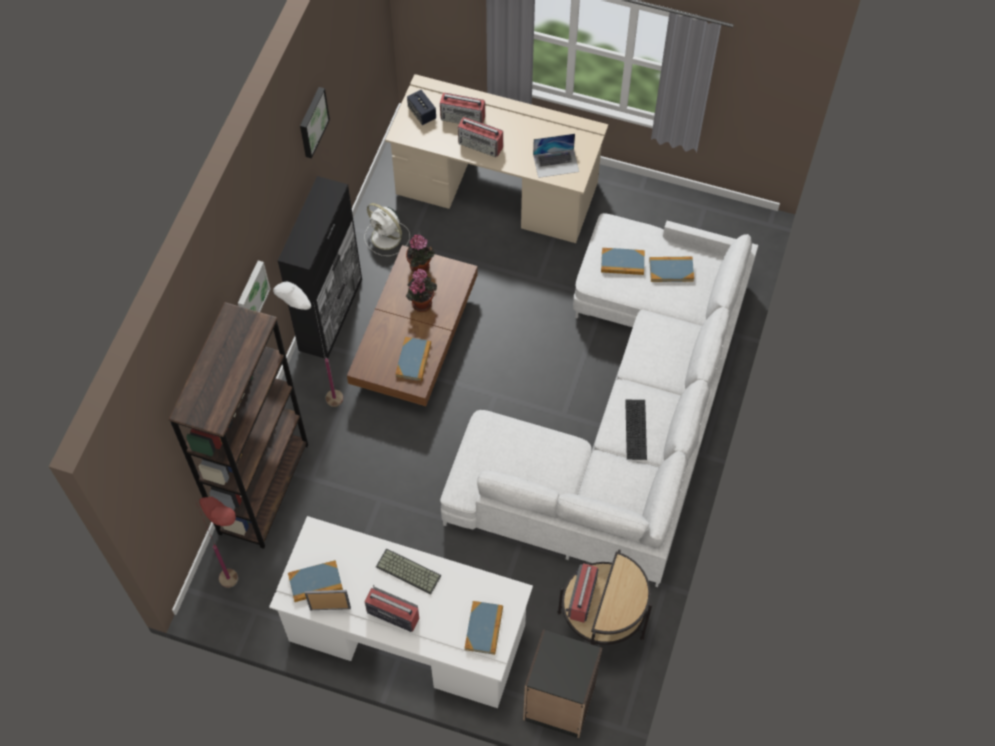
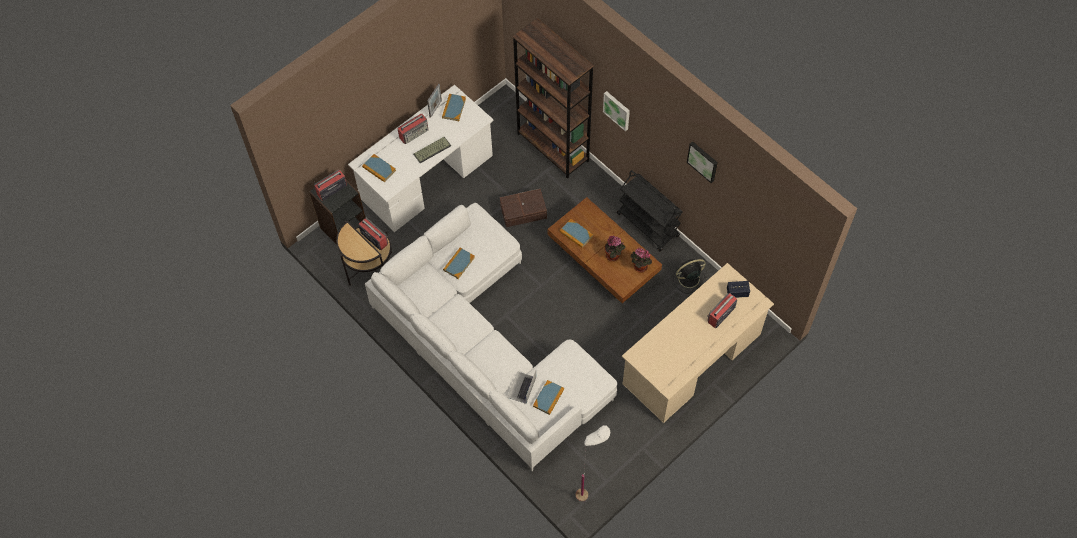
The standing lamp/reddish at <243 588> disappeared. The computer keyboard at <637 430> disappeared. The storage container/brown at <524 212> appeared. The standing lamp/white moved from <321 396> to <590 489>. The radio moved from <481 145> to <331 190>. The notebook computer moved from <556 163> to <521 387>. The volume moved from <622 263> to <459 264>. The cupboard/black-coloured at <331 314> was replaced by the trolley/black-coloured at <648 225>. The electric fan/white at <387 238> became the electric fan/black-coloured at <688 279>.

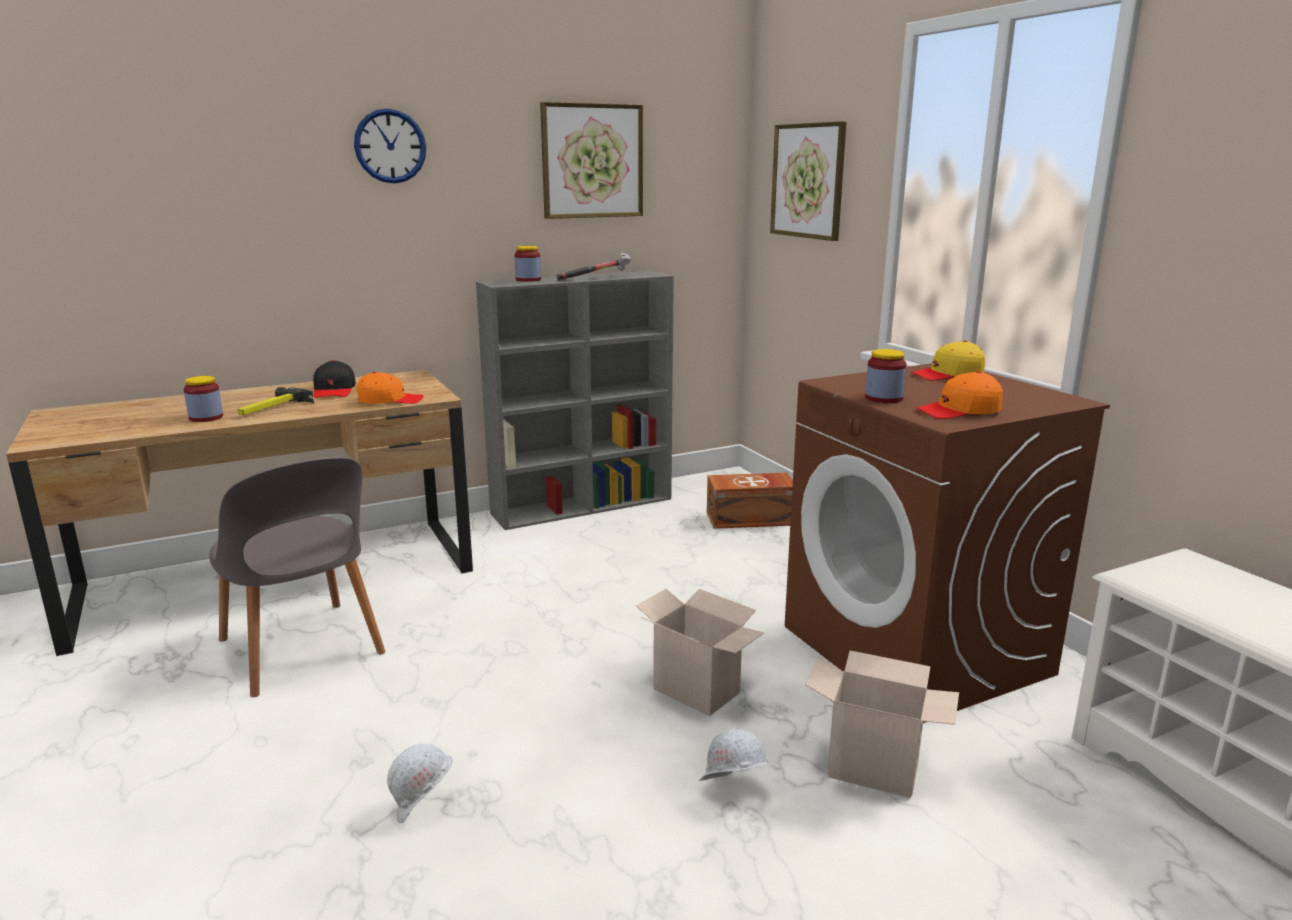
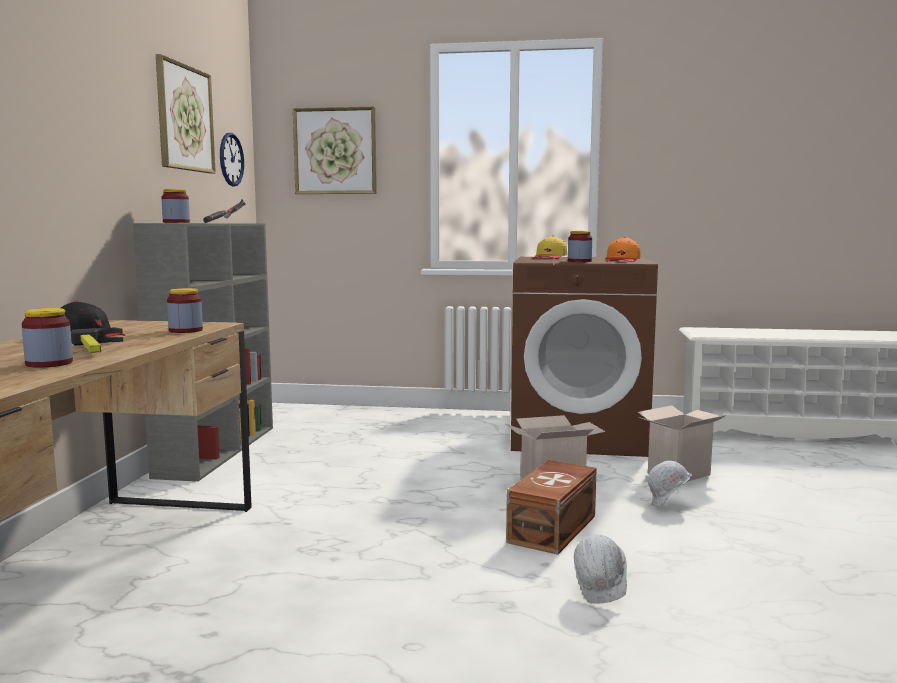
The plain chair/greyish at <302 650> disappeared. The hanging clock moved from <390 146> to <231 159>. The storage container/brown moved from <751 519> to <554 528>. The cap/orange-coloured at <390 400> was replaced by the preserve jar at <185 330>.

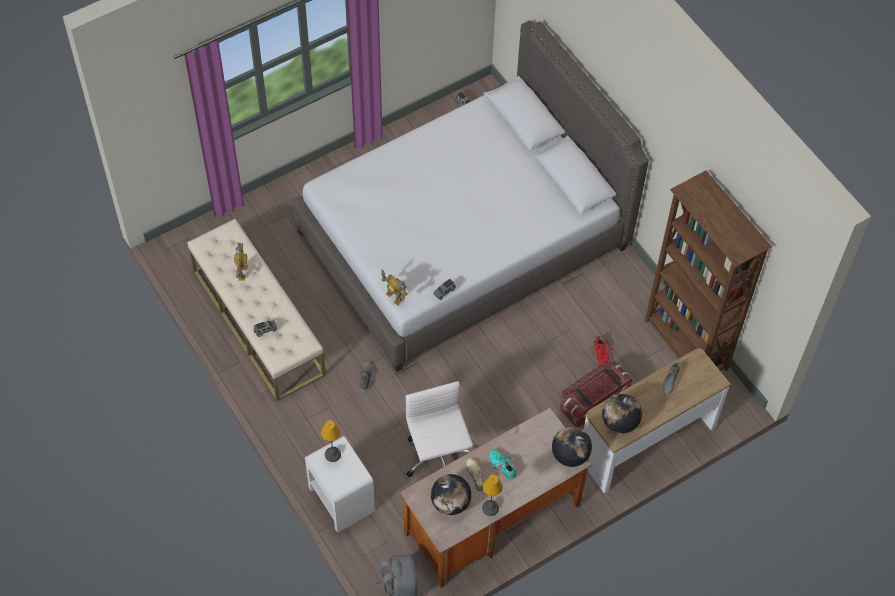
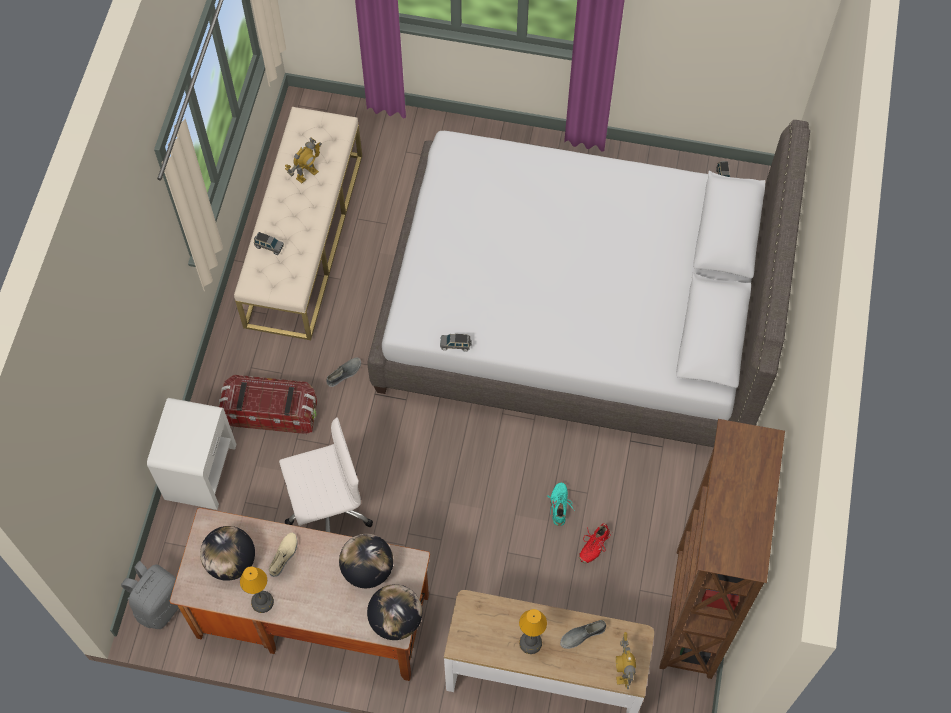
The tabletop lamp moved from <333 454> to <531 643>. The model robot moved from <394 297> to <622 671>. The shoe/turquoise moved from <502 465> to <560 505>. The storage container moved from <593 400> to <271 412>. The world globe moved from <620 422> to <368 569>. The desk chair/white at <438 458> turned 45 degrees clockwise.

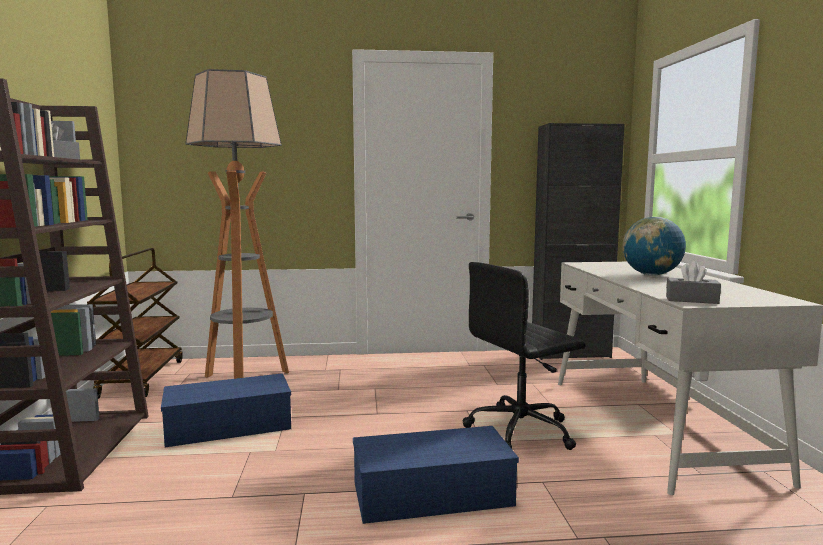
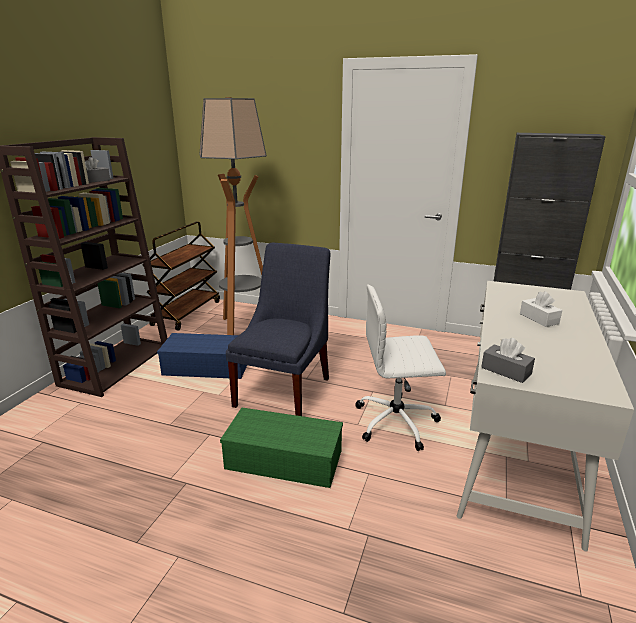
The plain chair/blue at <285 389> appeared. The world globe at <651 275> was replaced by the tissue box/white at <539 319>. The storage container/blue at <434 493> became the storage container/green-coloured at <286 459>. The desk chair/black-coloured at <522 430> became the desk chair/white at <397 422>.

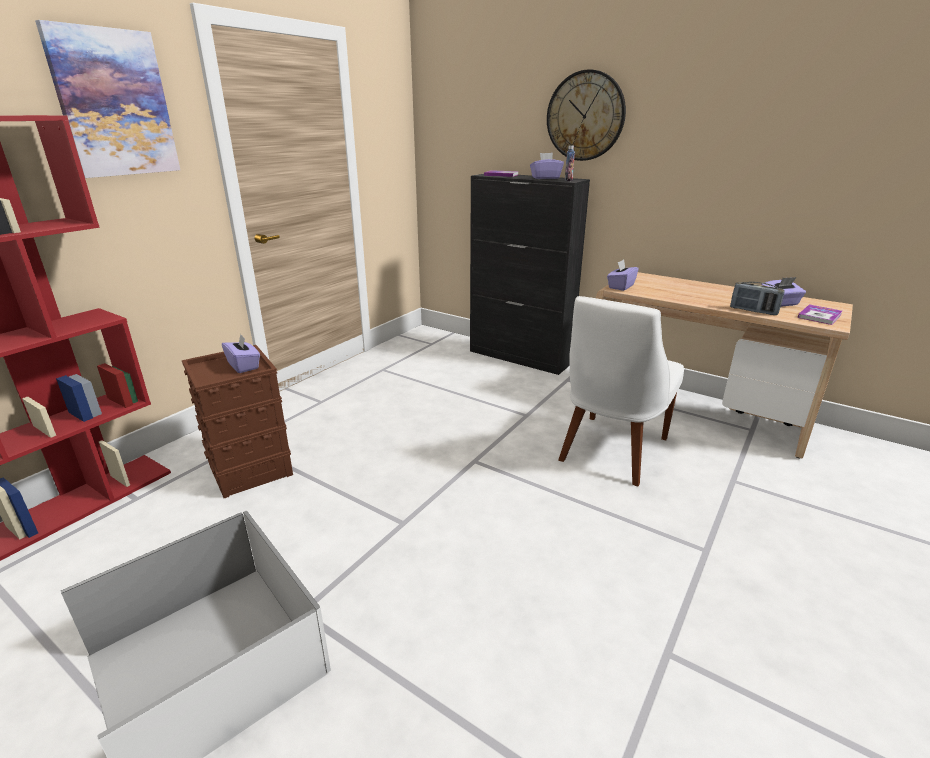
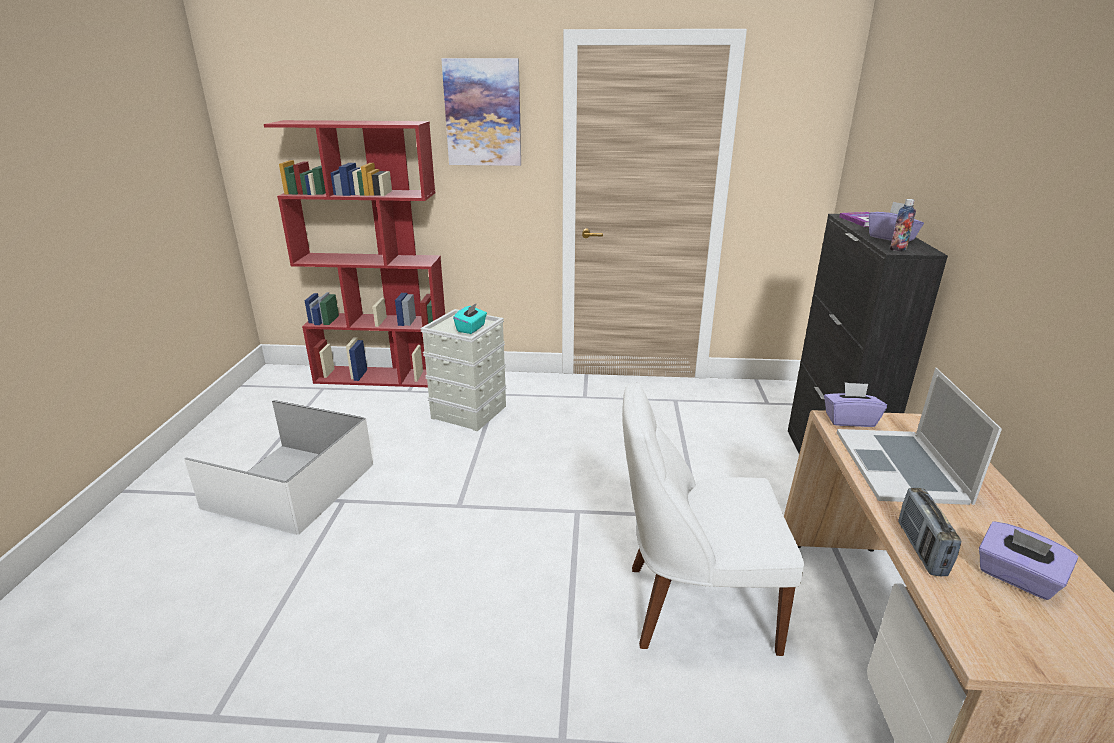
The hanging clock at <585 116> disappeared. The volume at <819 316> disappeared. The notebook computer at <901 466> appeared. The storage container/brown at <251 469> became the storage container/greyish at <470 412>. The tissue box/purple at <244 366> became the tissue box/turquoise at <471 328>.

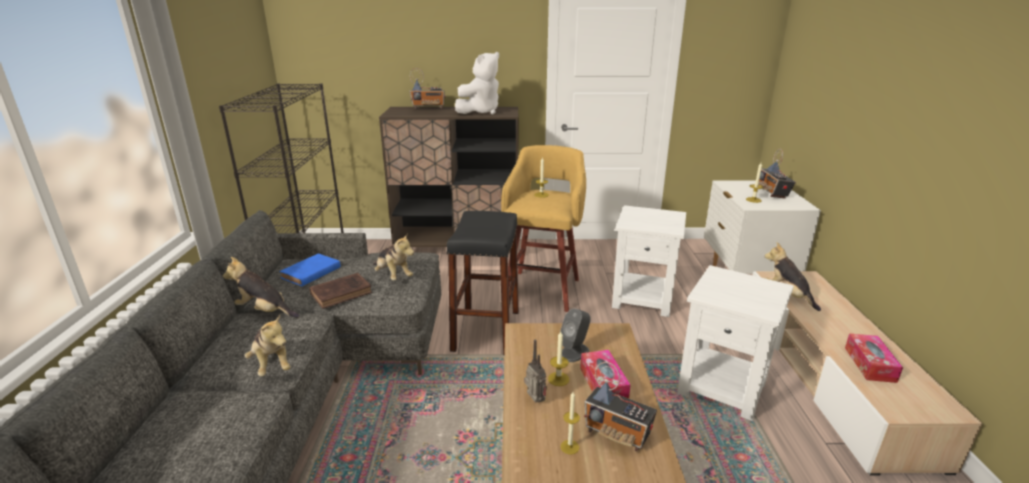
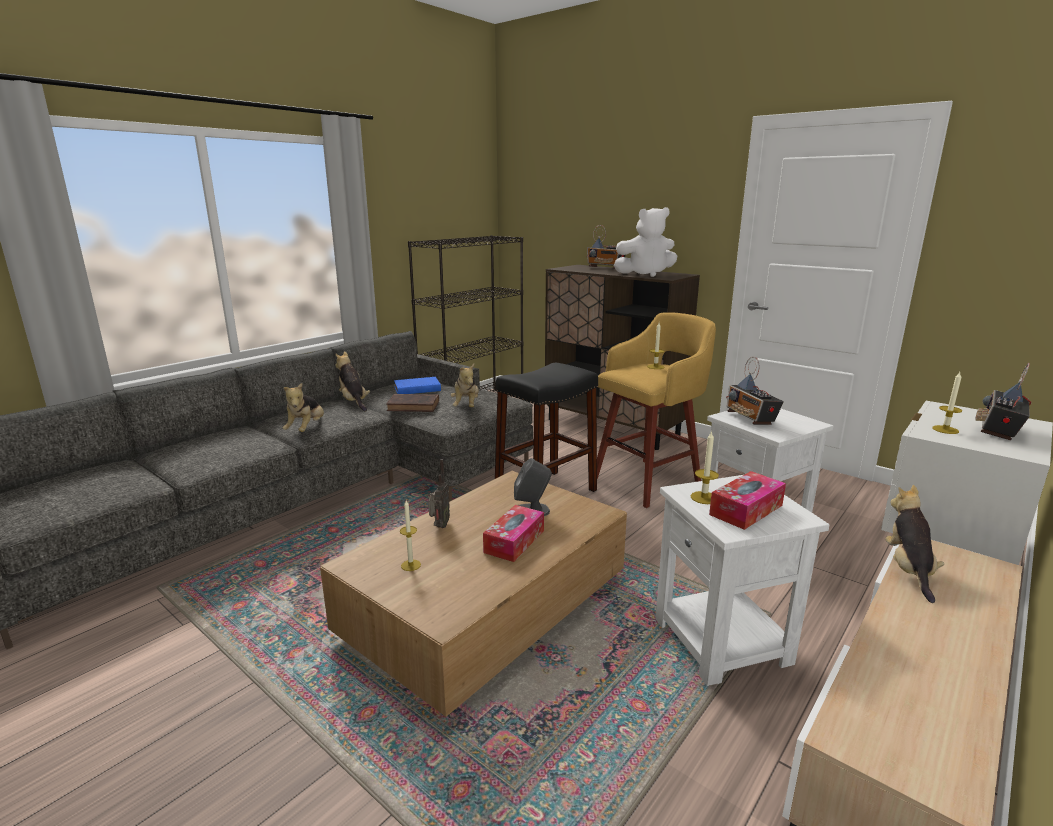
The candle moved from <558 379> to <704 498>. The radio moved from <618 433> to <750 419>. The tissue box moved from <869 364> to <746 510>.

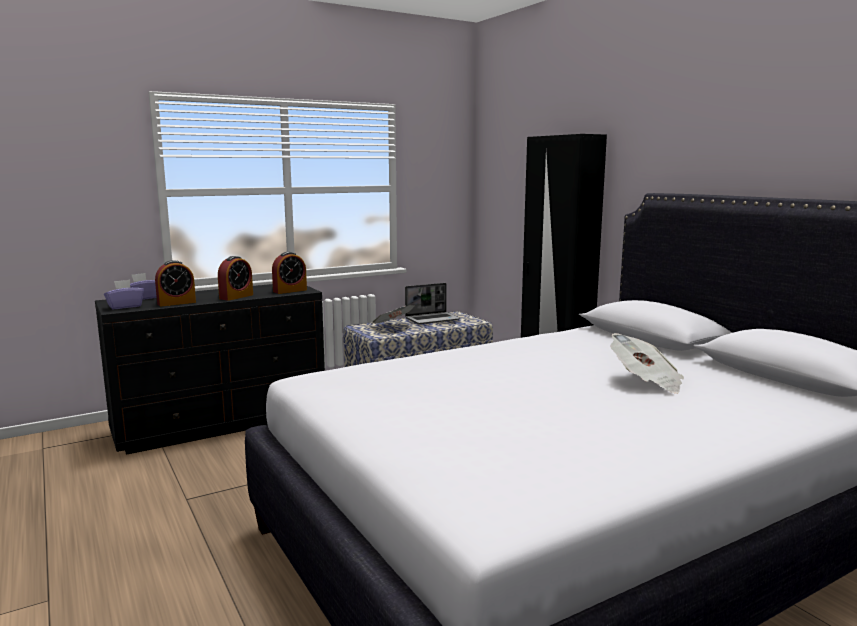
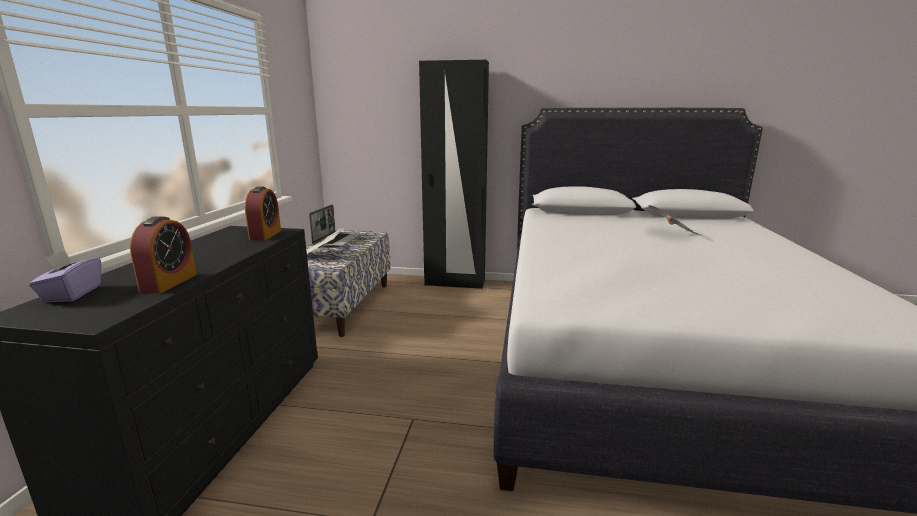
The tissue box/purple at <125 306> disappeared. The table clock at <236 297> disappeared.

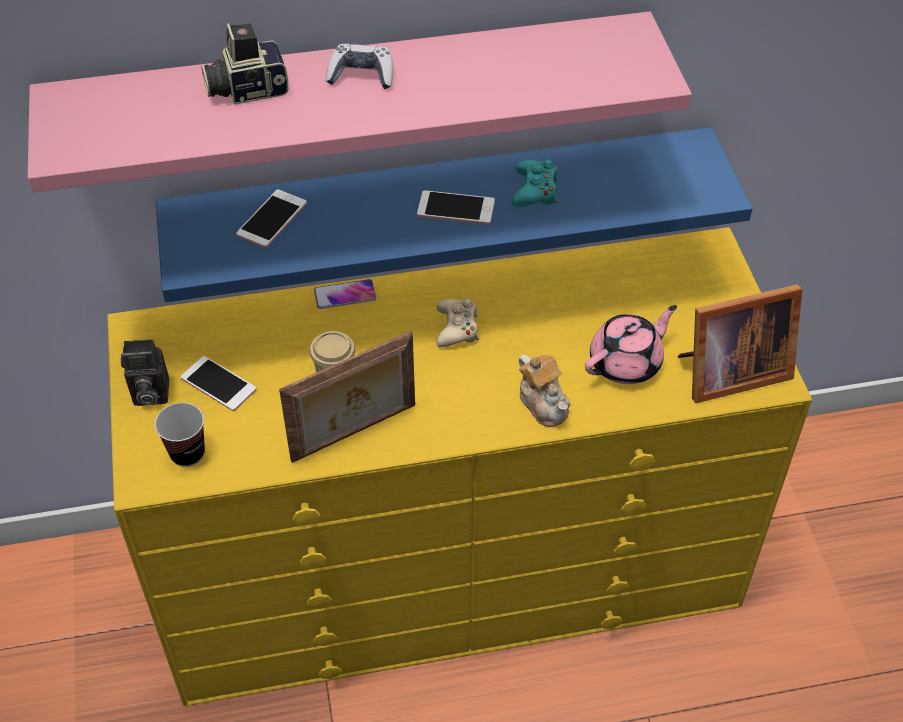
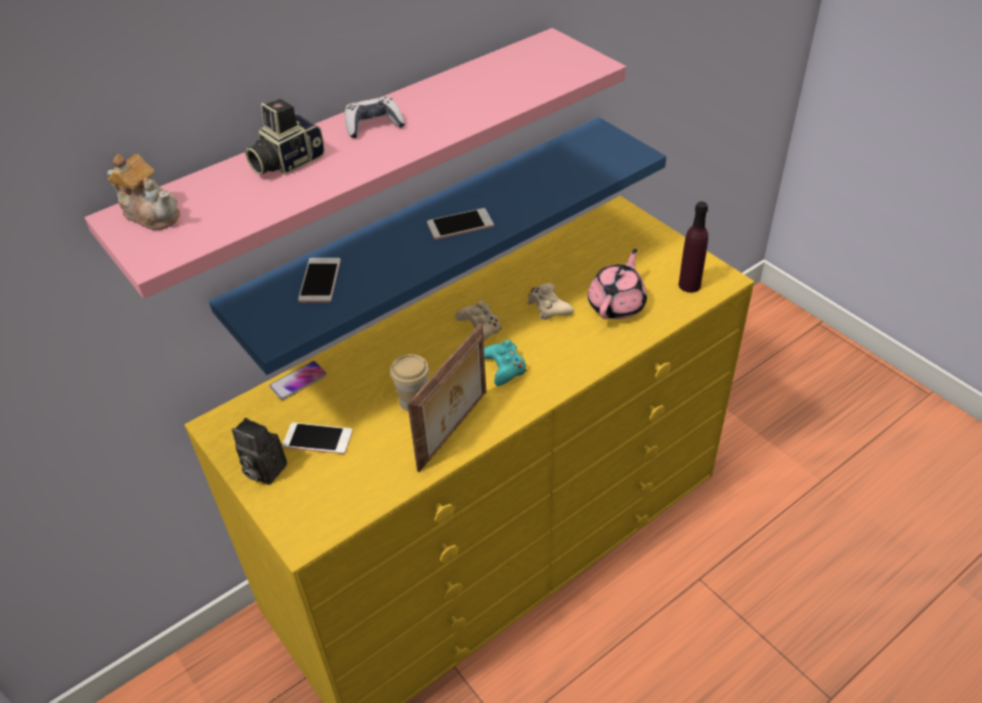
The small cup at <187 453> disappeared. The gamepad/beige-coloured at <548 307> appeared. The handset moved from <345 295> to <298 381>. The gamepad/turquoise moved from <535 191> to <504 367>. The teapot moved from <543 403> to <151 213>. The photo frame at <728 373> was replaced by the beverage bottle/purple at <689 285>. The photo camera at <149 394> turned 60 degrees clockwise.

